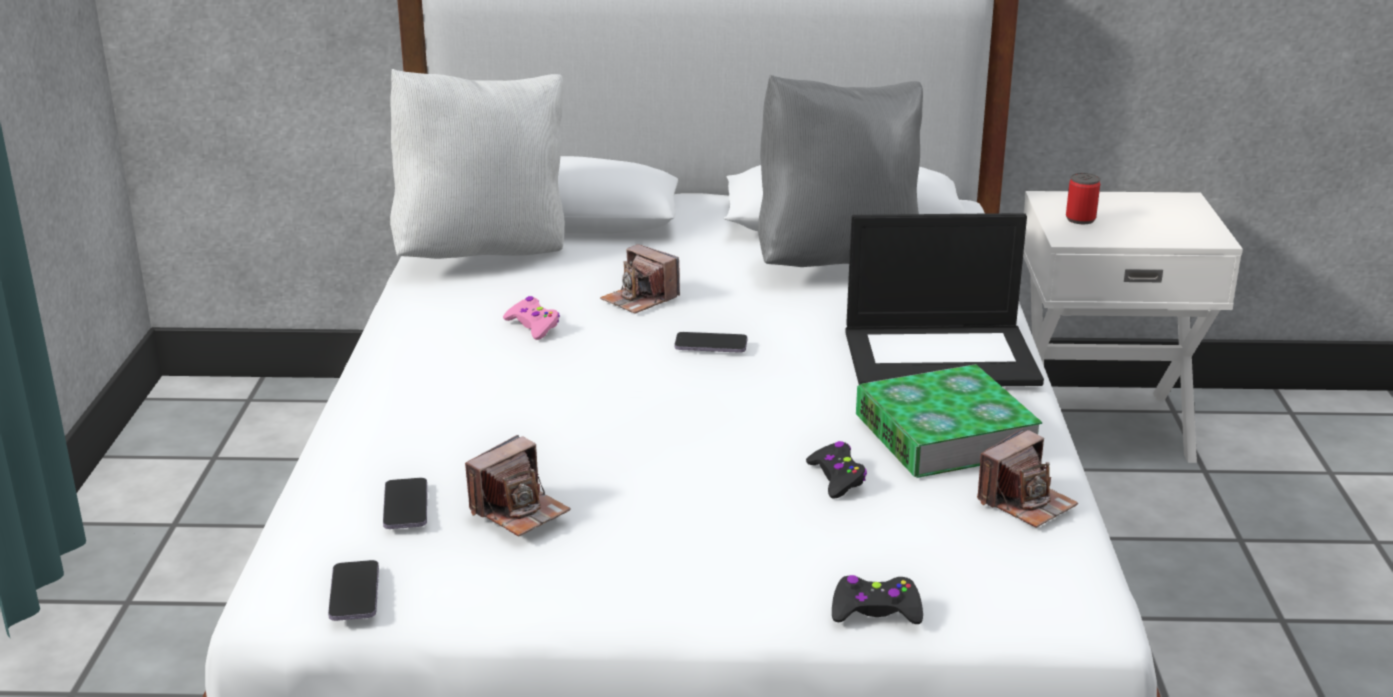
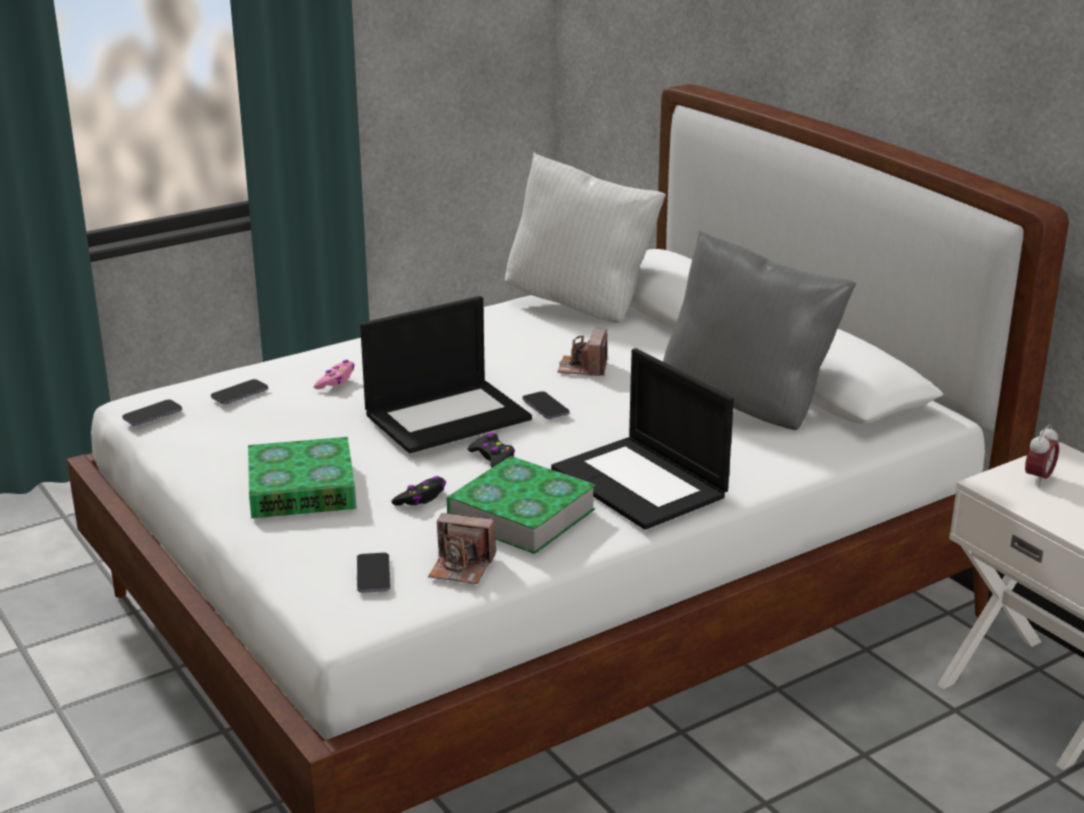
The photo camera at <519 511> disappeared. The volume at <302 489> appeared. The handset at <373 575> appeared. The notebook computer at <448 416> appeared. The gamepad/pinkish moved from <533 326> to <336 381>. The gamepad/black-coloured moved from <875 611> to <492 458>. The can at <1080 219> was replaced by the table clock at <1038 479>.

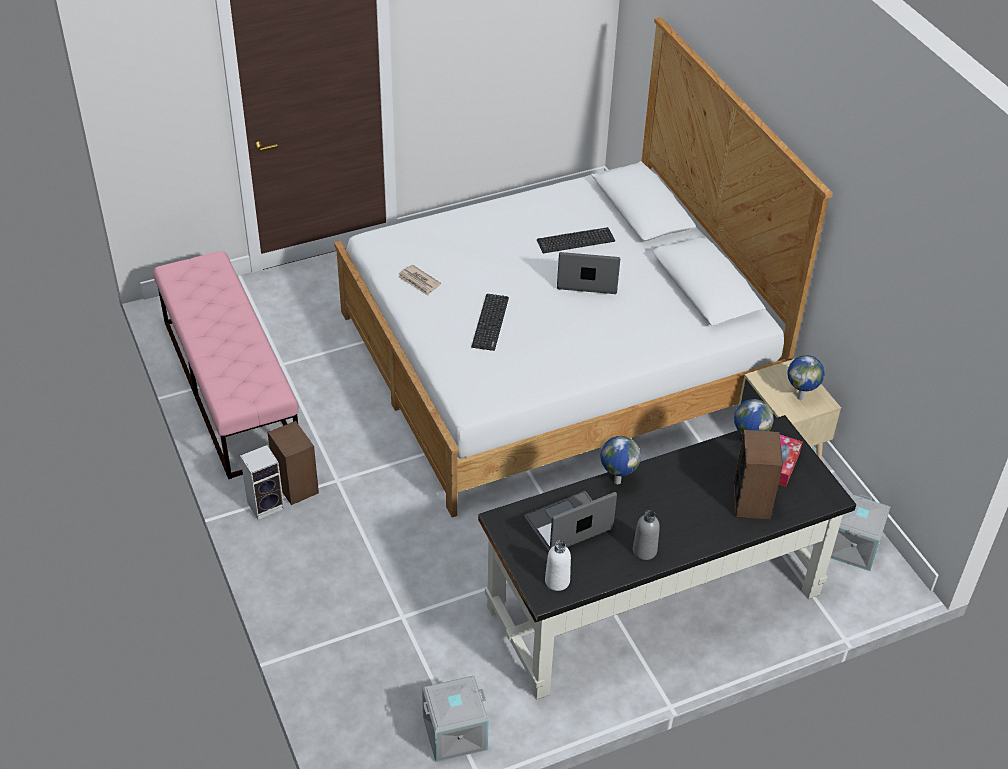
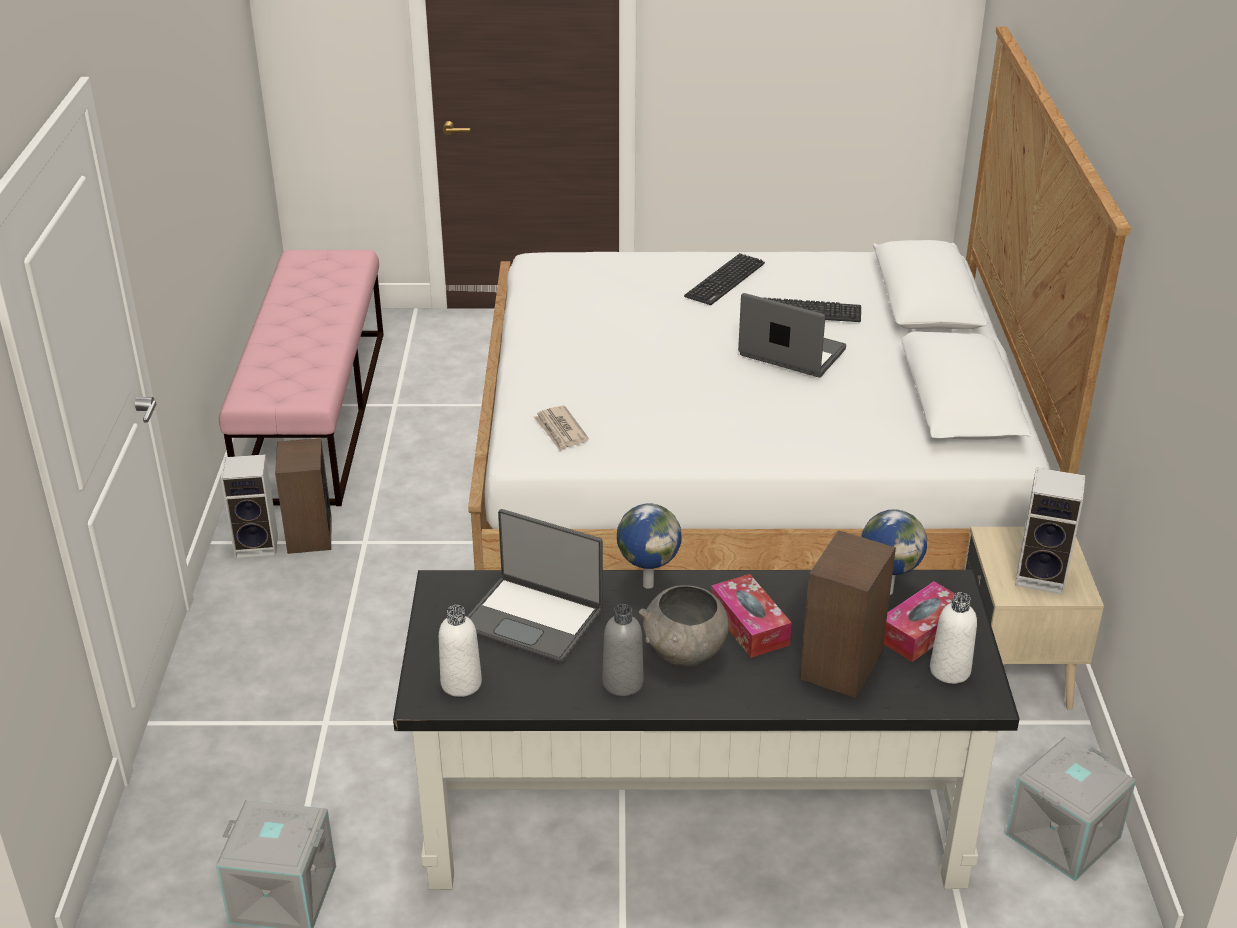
The deep dish/greyish at <685 654> appeared. The tissue box at <749 626> appeared. The beverage bottle/white at <950 670> appeared. The newspaper moved from <419 282> to <560 431>. The computer keyboard moved from <490 322> to <725 280>. The world globe at <800 397> was replaced by the speaker at <1043 576>. The notebook computer at <569 526> turned 150 degrees counterclockwise.

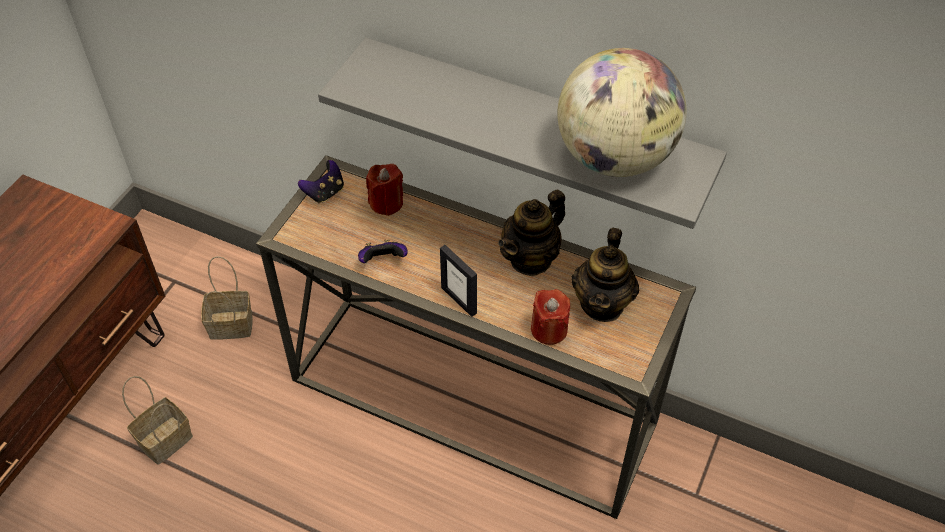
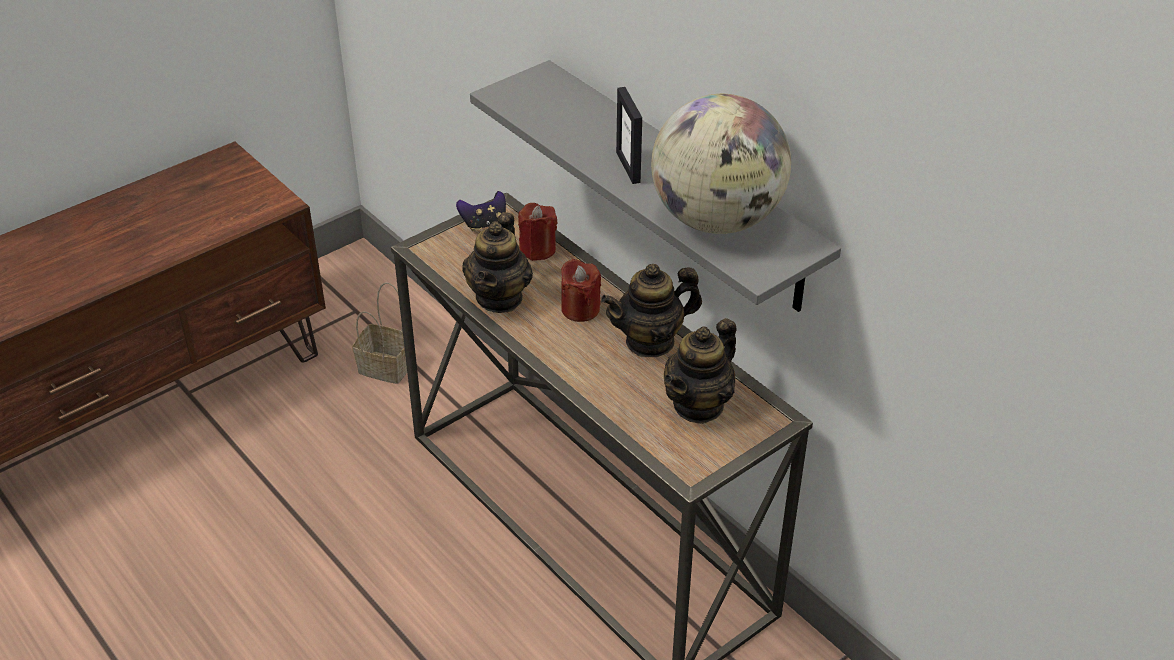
The storage basket at <166 438> disappeared. The photo frame moved from <459 300> to <628 167>. The candle/reddish moved from <549 329> to <580 309>. The gamepad at <383 261> was replaced by the teapot at <499 298>.

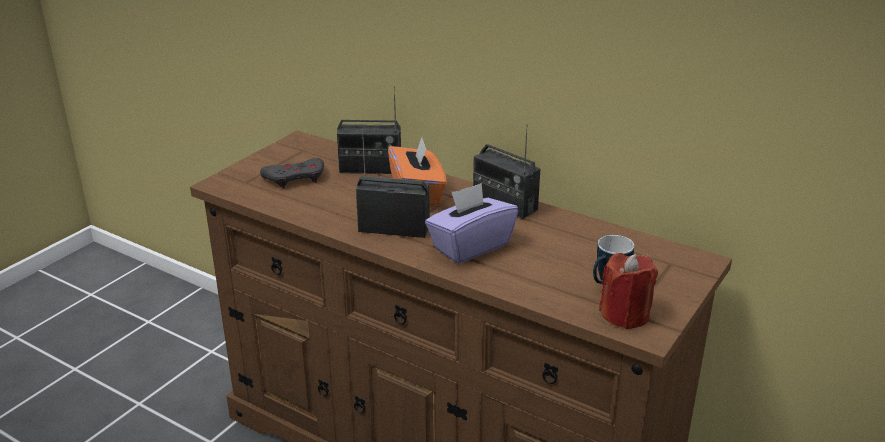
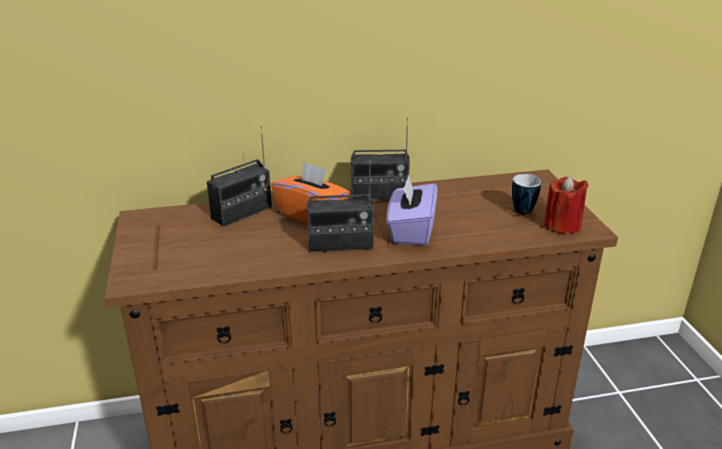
The gamepad/greyish at <295 178> disappeared. The radio at <394 228> turned 150 degrees counterclockwise.

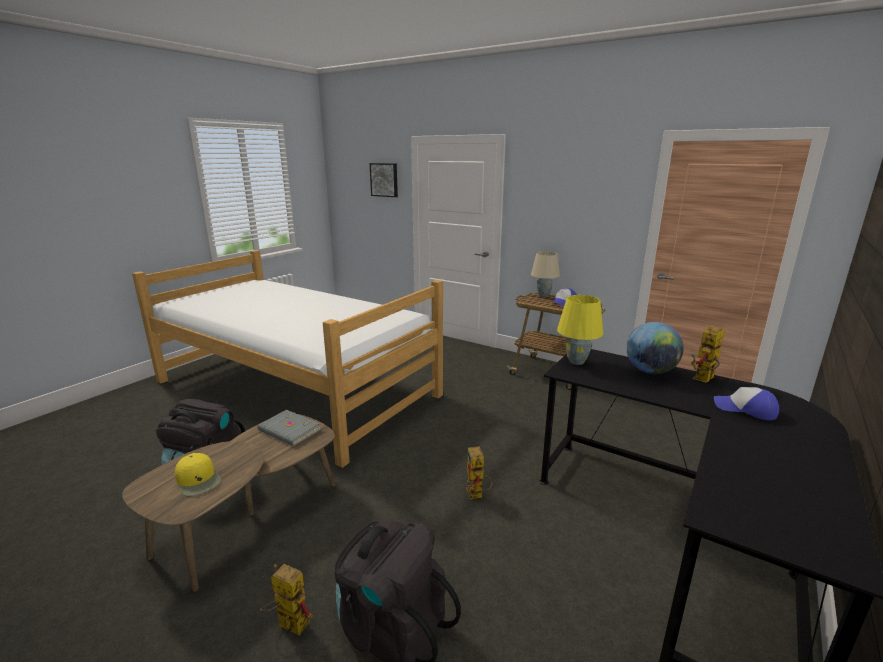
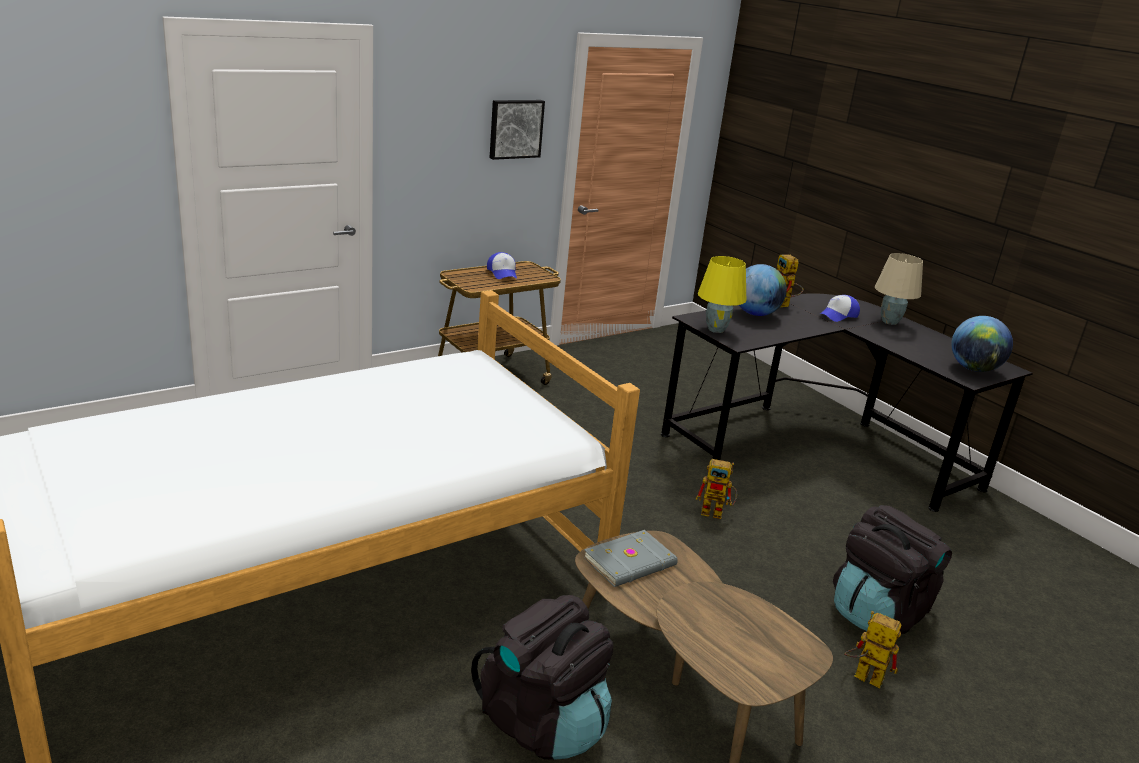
The cap/yellow-coloured at <198 480> disappeared. The world globe at <974 369> appeared. The wall picture moved from <384 180> to <515 128>. The tabletop lamp/beige-coloured moved from <543 295> to <889 322>. The model robot at <287 624> turned 75 degrees clockwise.

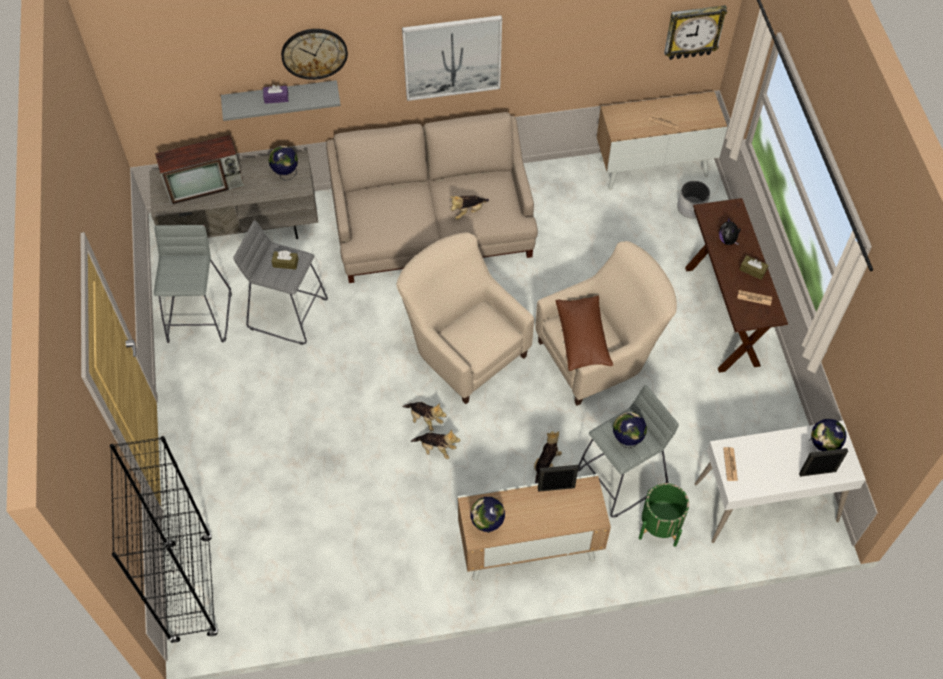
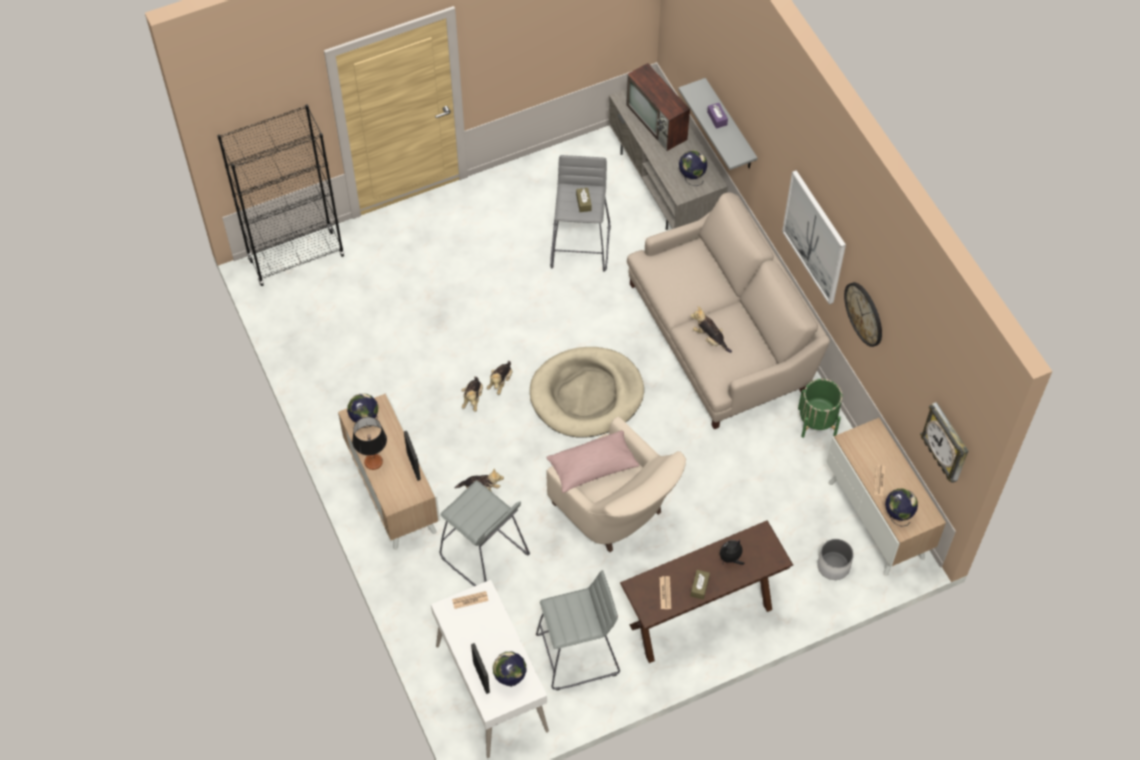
The tabletop lamp at <373 462> appeared. The stool/greyish moved from <200 316> to <578 654>. The hanging clock moved from <314 53> to <864 313>. The world globe moved from <626 440> to <897 515>. The plant pot/green-coloured moved from <660 525> to <817 421>. The lounge chair/beige-coloured at <463 348> was replaced by the dog cushion/beige-coloured at <586 395>. The pillow/brown at <582 339> became the pillow/pinkish at <592 467>.

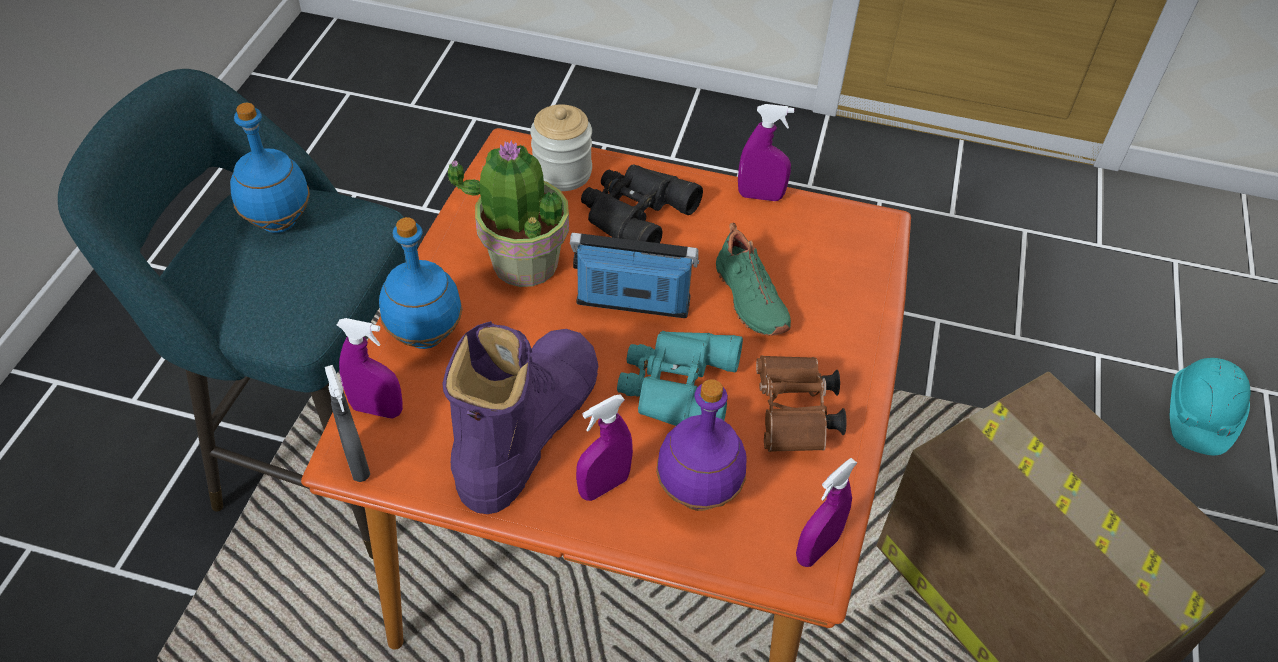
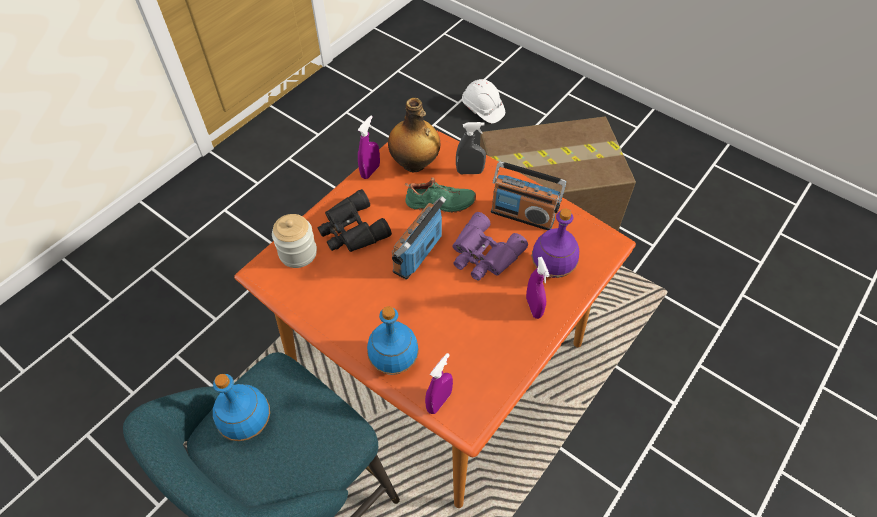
The high-top boot/purple at <526 428> disappeared. The plant in a pot at <524 262> disappeared. The spray bottle/purple at <817 549> disappeared. The beverage bottle at <414 164> appeared. The spray bottle/greyish moved from <357 462> to <470 172>. The pair of binoculars/brown at <794 417> was replaced by the radio at <522 215>. The pair of binoculars/turquoise at <676 386> became the pair of binoculars/purple at <483 255>. The work helmet/turquoise at <1199 416> became the work helmet/white at <482 109>.

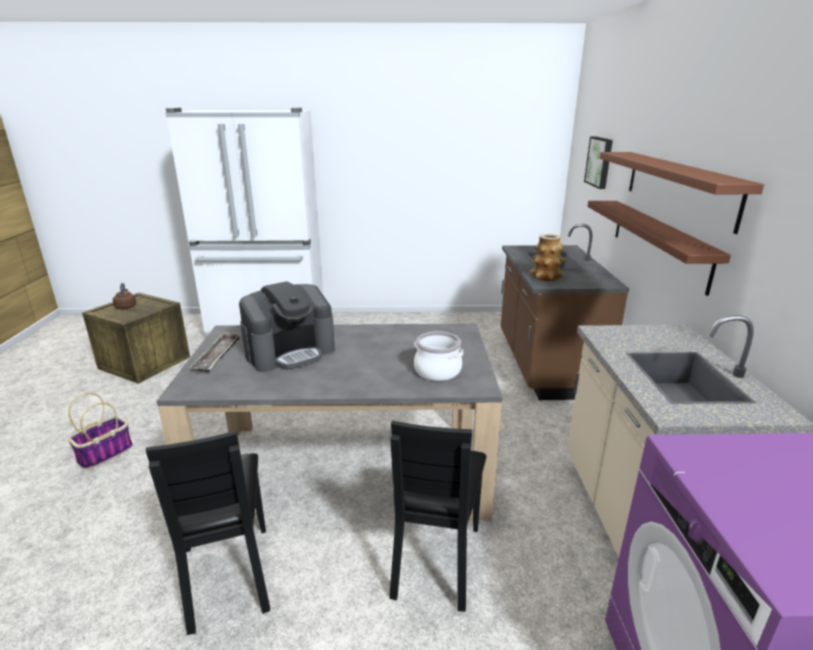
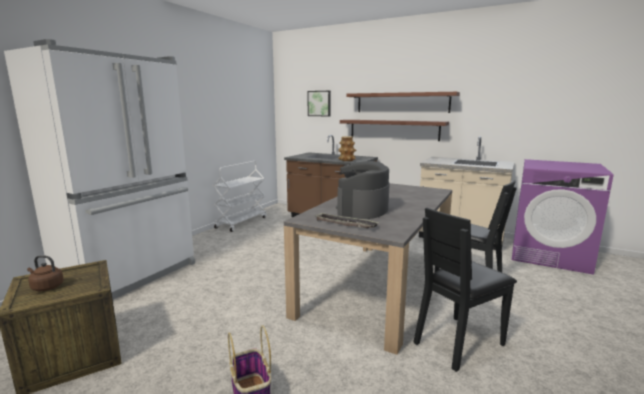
The stockpot at <437 371> disappeared. The trolley/white at <241 222> appeared. The plain chair/black-coloured at <228 575> turned 135 degrees clockwise. The coffee brewer at <290 352> turned 150 degrees counterclockwise.

